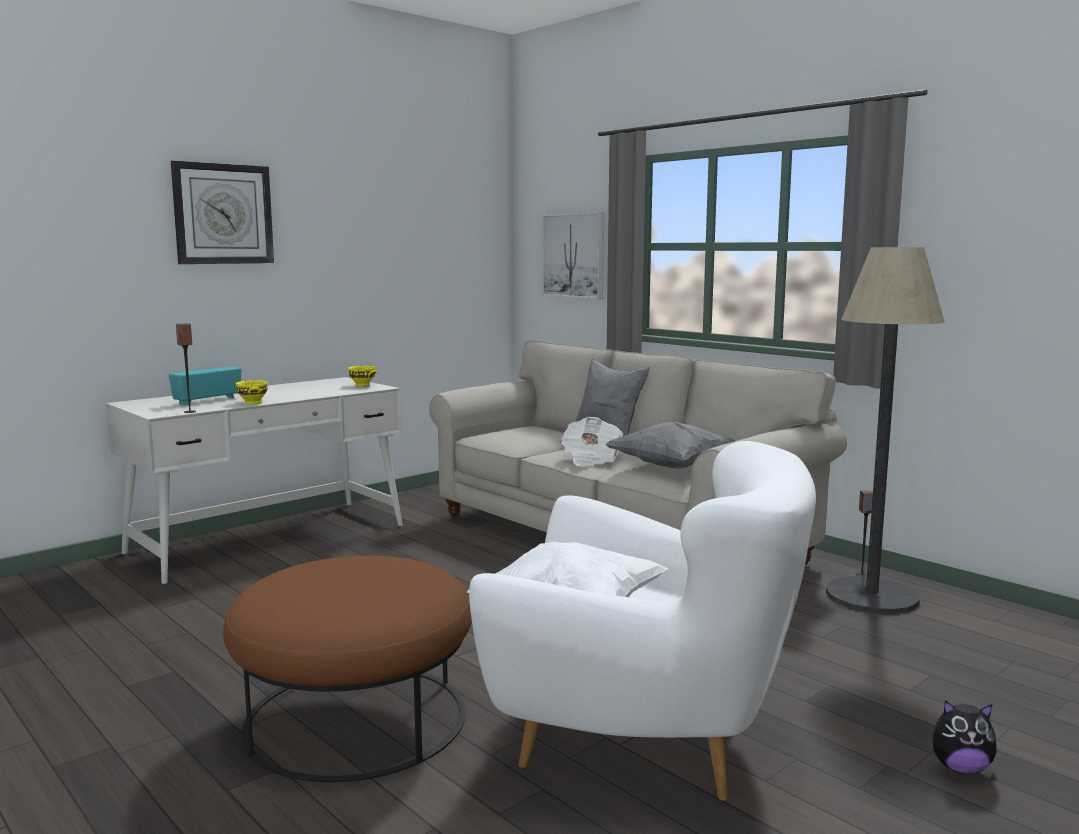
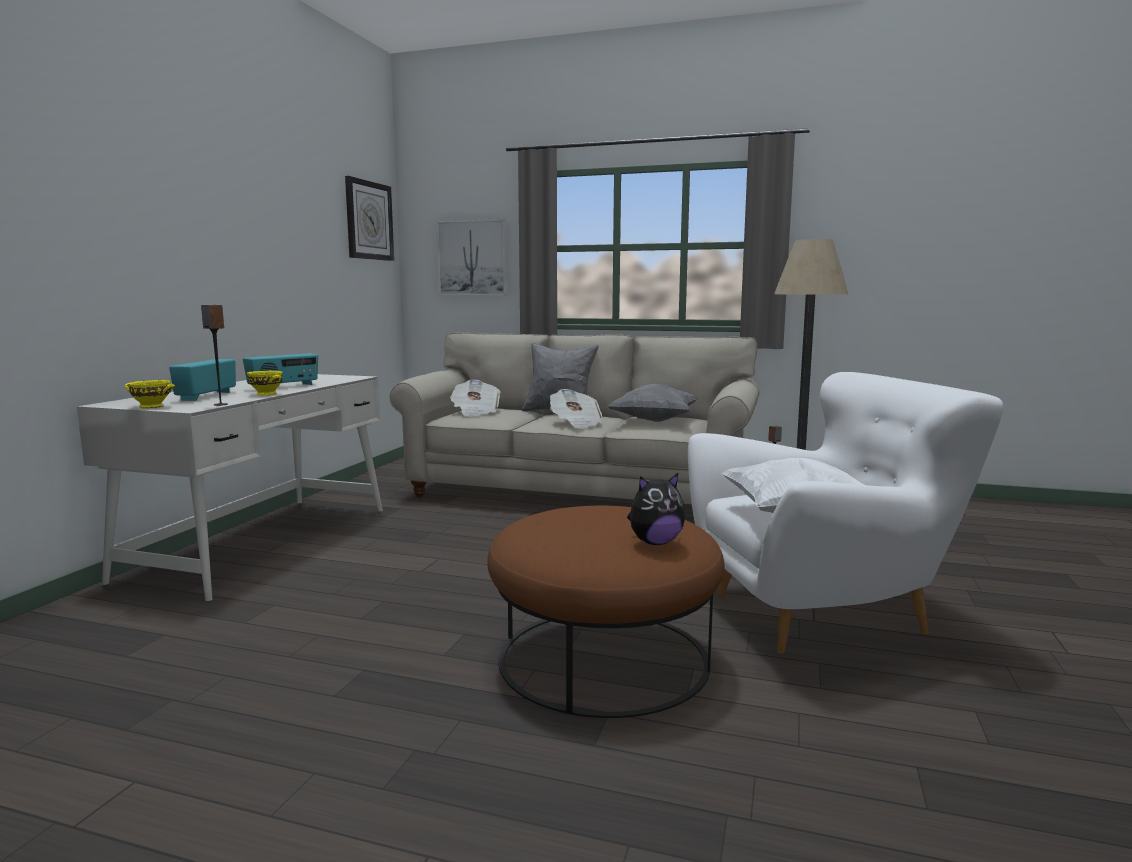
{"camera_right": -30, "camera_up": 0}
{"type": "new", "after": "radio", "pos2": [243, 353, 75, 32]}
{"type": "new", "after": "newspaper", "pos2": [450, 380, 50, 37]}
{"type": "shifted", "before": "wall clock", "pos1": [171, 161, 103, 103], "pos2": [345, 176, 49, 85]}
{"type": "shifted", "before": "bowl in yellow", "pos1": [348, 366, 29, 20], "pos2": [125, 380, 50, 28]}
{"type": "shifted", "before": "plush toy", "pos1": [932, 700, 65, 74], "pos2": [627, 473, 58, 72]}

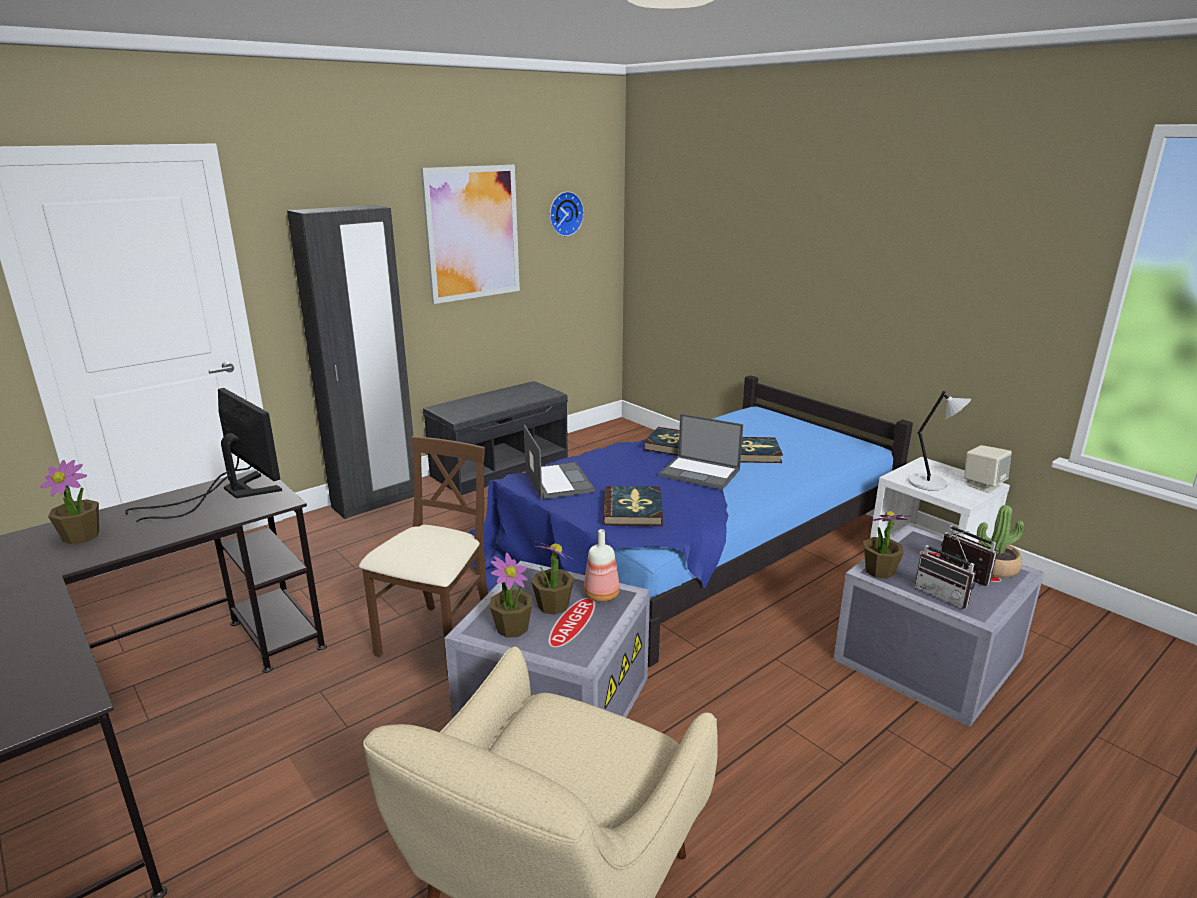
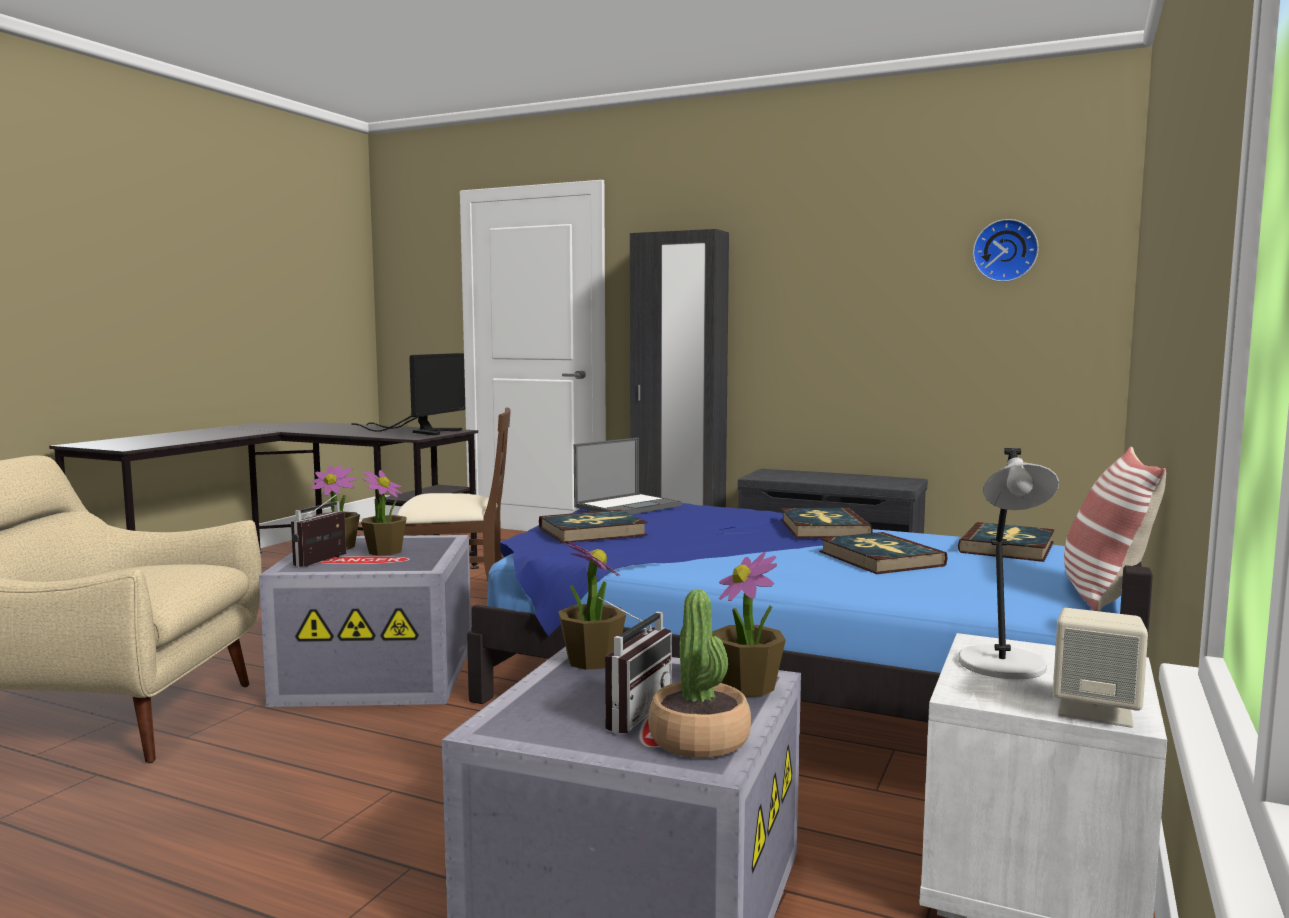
{"camera_right": 65, "camera_up": -15}
{"type": "gone", "before": "picture", "pos1": [421, 165, 99, 139]}
{"type": "gone", "before": "bottle", "pos1": [584, 529, 36, 73]}
{"type": "gone", "before": "laptop", "pos1": [659, 413, 84, 77]}
{"type": "new", "after": "book", "pos2": [958, 522, 97, 40]}
{"type": "new", "after": "pillow", "pos2": [1064, 447, 102, 164]}
{"type": "shifted", "before": "potted plant", "pos1": [40, 460, 59, 85], "pos2": [712, 552, 74, 145]}
{"type": "shifted", "before": "radio", "pos1": [915, 534, 61, 75], "pos2": [291, 492, 55, 75]}

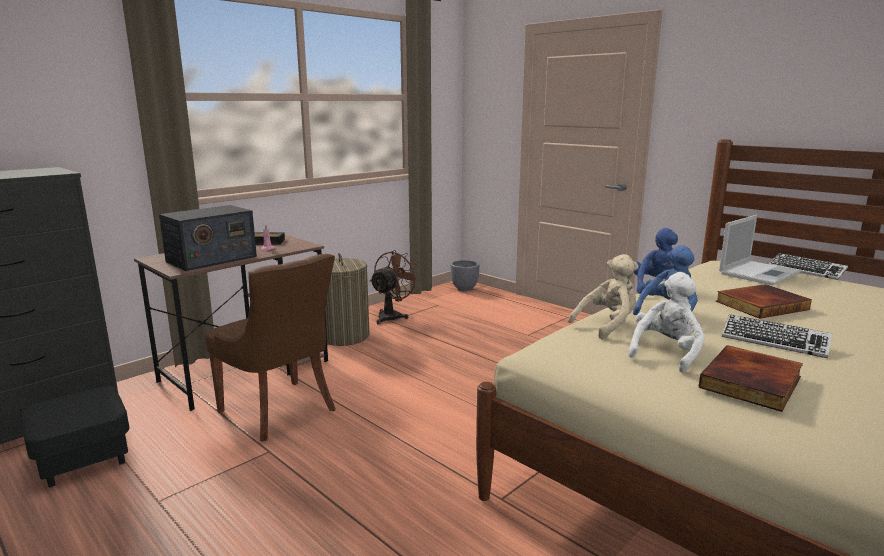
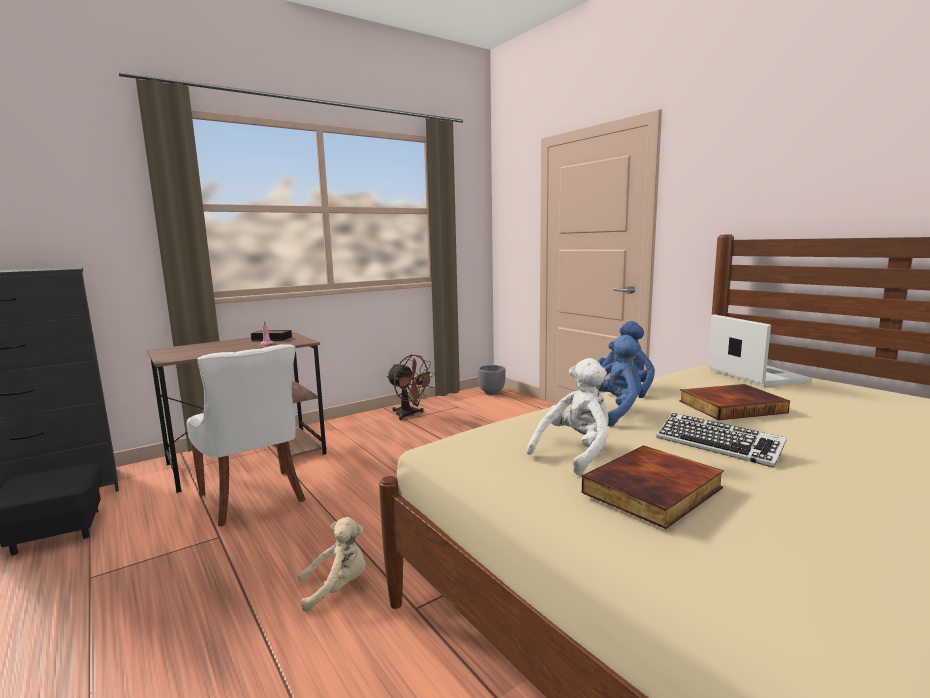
{"camera_right": 10, "camera_up": -5}
{"type": "gone", "before": "radio", "pos1": [159, 205, 98, 66]}
{"type": "gone", "before": "laundry basket", "pos1": [325, 253, 45, 93]}
{"type": "gone", "before": "keyboard", "pos1": [769, 253, 79, 27]}
{"type": "shifted", "before": "plush toy in beige", "pos1": [568, 254, 71, 85], "pos2": [298, 517, 68, 95]}
{"type": "repainted", "before": "chair in brown", "after": "chair in white", "pos1": [205, 254, 131, 187], "pos2": [186, 344, 119, 182]}
{"type": "rotated", "before": "fan in brown", "pos1": [370, 250, 50, 75], "pos2": [386, 355, 49, 65], "turn": 90}
{"type": "rotated", "before": "laptop", "pos1": [719, 215, 82, 70], "pos2": [707, 314, 105, 73], "turn": -75}

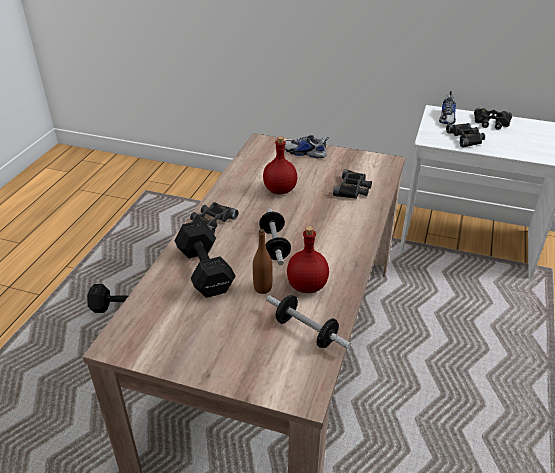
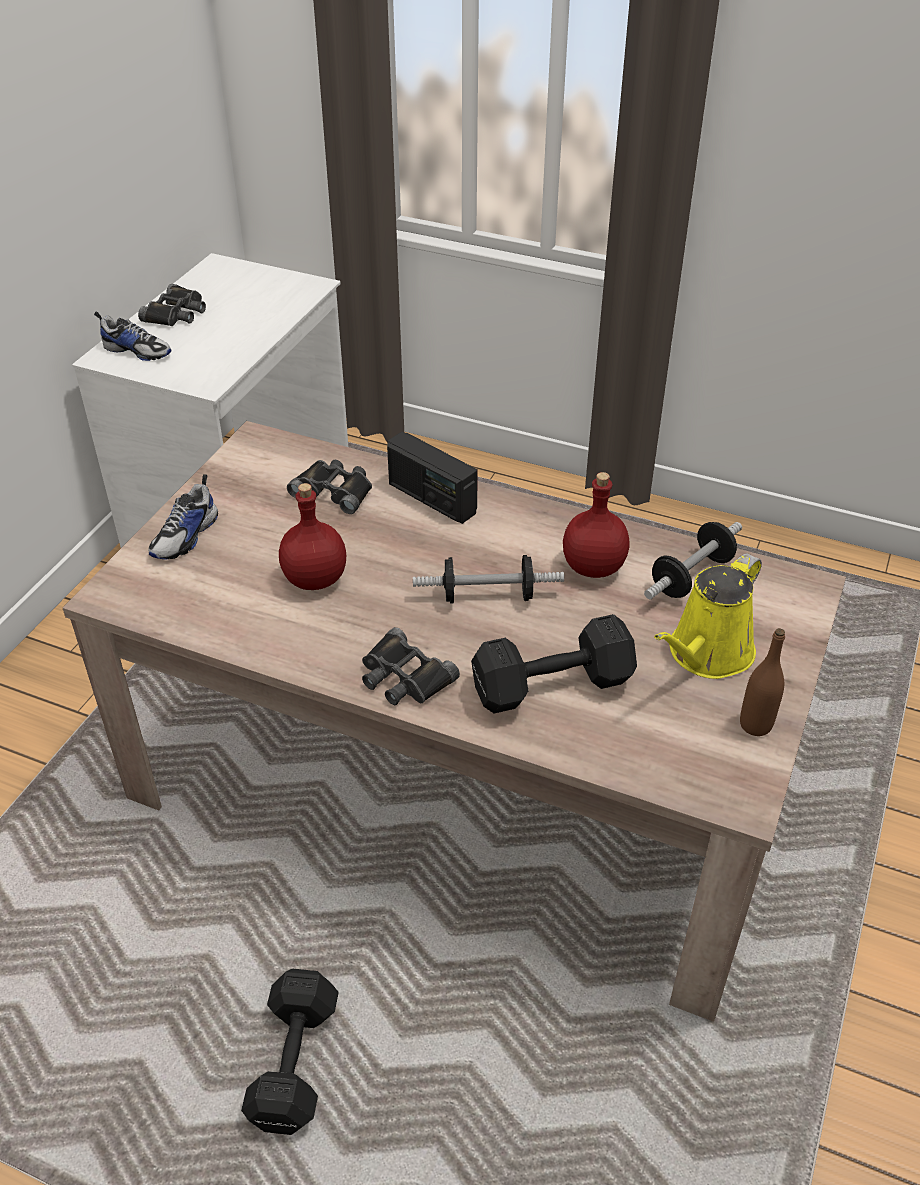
{"camera_right": -85, "camera_up": 5}
{"type": "gone", "before": "binoculars in black", "pos1": [446, 123, 39, 25]}
{"type": "new", "after": "radio", "pos2": [387, 432, 91, 92]}
{"type": "new", "after": "watering can in yellow", "pos2": [654, 553, 108, 126]}
{"type": "shifted", "before": "bottle in brown", "pos1": [253, 229, 19, 65], "pos2": [740, 628, 45, 108]}

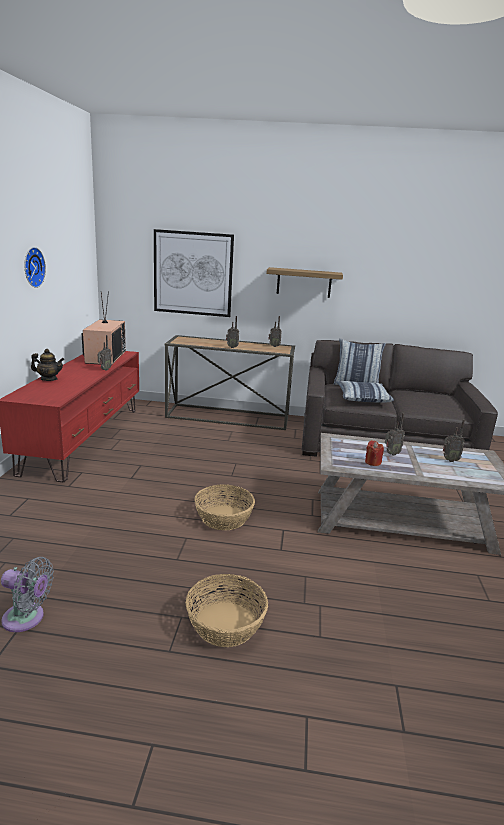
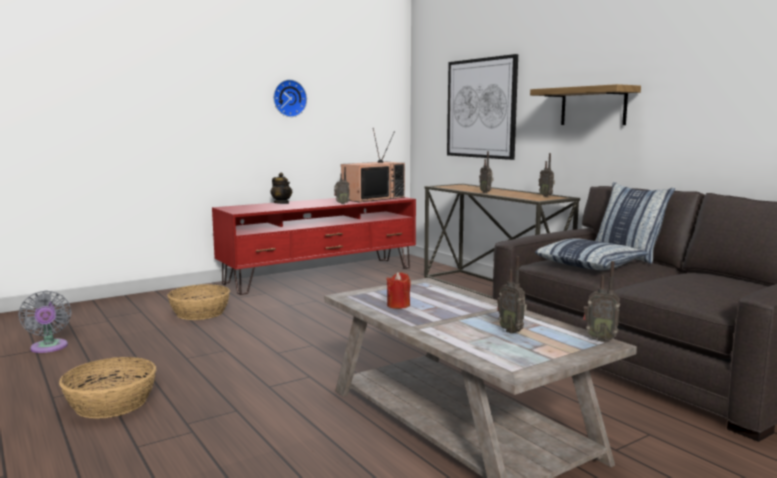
{"camera_right": 50, "camera_up": -10}
{"type": "shifted", "before": "basket", "pos1": [194, 485, 61, 45], "pos2": [167, 284, 63, 36]}
{"type": "shifted", "before": "radio", "pos1": [385, 413, 20, 43], "pos2": [583, 261, 37, 81]}

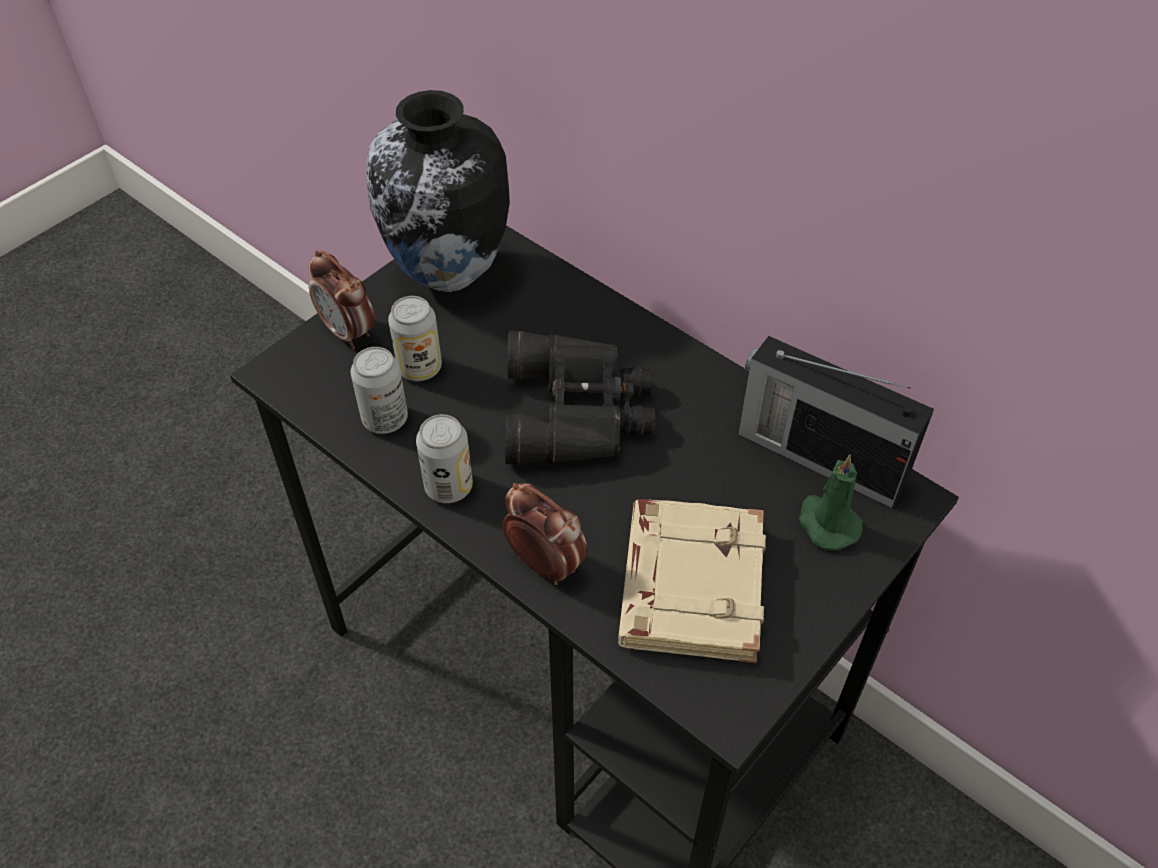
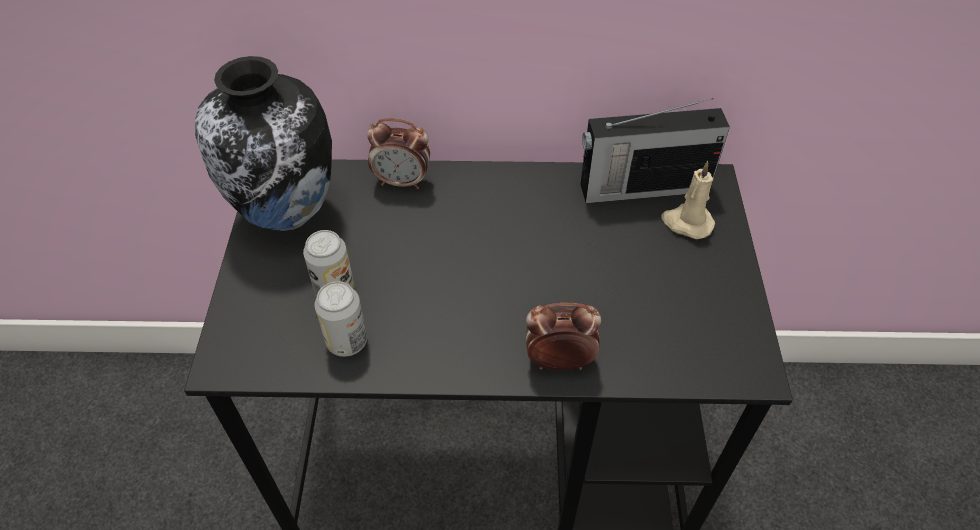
{"camera_right": -40, "camera_up": 0}
{"type": "gone", "before": "can", "pos1": [416, 414, 57, 89]}
{"type": "gone", "before": "binoculars in black", "pos1": [505, 331, 151, 134]}
{"type": "gone", "before": "book in beige", "pos1": [618, 499, 148, 164]}
{"type": "shifted", "before": "alarm clock", "pos1": [308, 250, 67, 99], "pos2": [367, 118, 63, 71]}
{"type": "repainted", "before": "candle in green", "after": "candle in beige", "pos1": [799, 455, 64, 96], "pos2": [661, 161, 54, 78]}

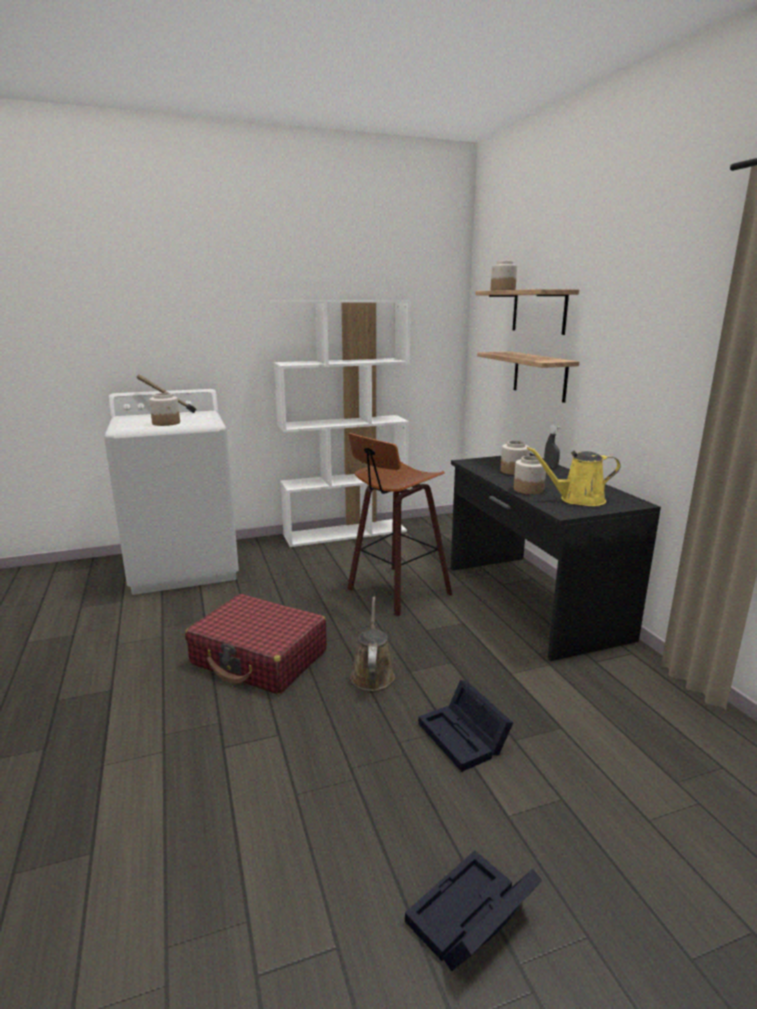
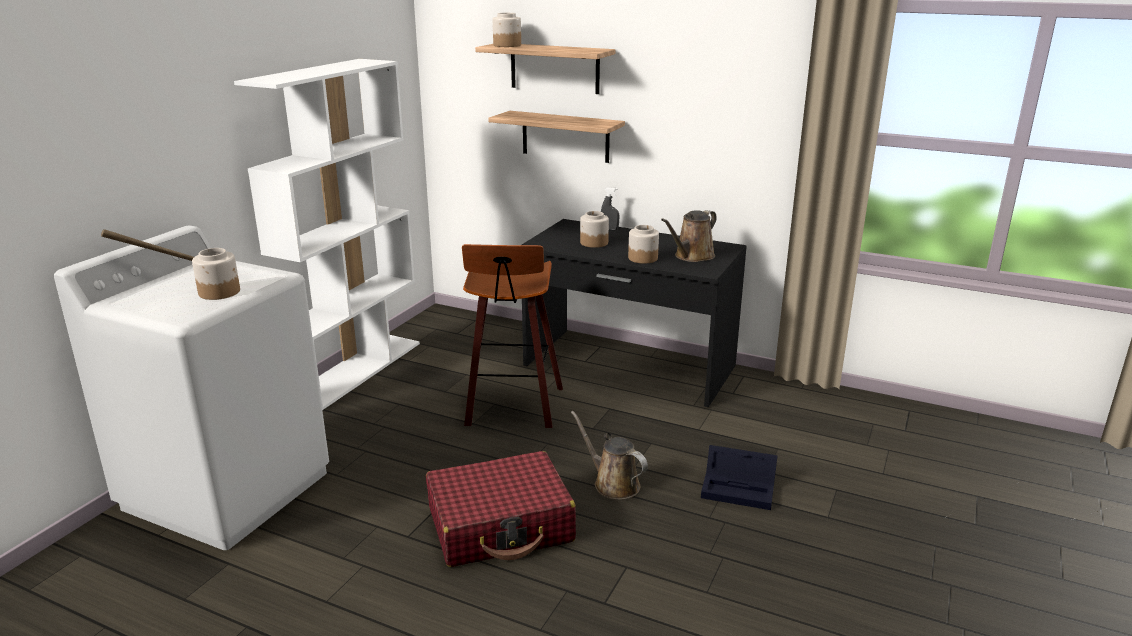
{"camera_right": -45, "camera_up": 5}
{"type": "gone", "before": "storage box in black", "pos1": [405, 850, 137, 121]}
{"type": "repainted", "before": "watering can in yellow", "after": "watering can in brown", "pos1": [527, 447, 94, 59], "pos2": [661, 210, 56, 52]}

